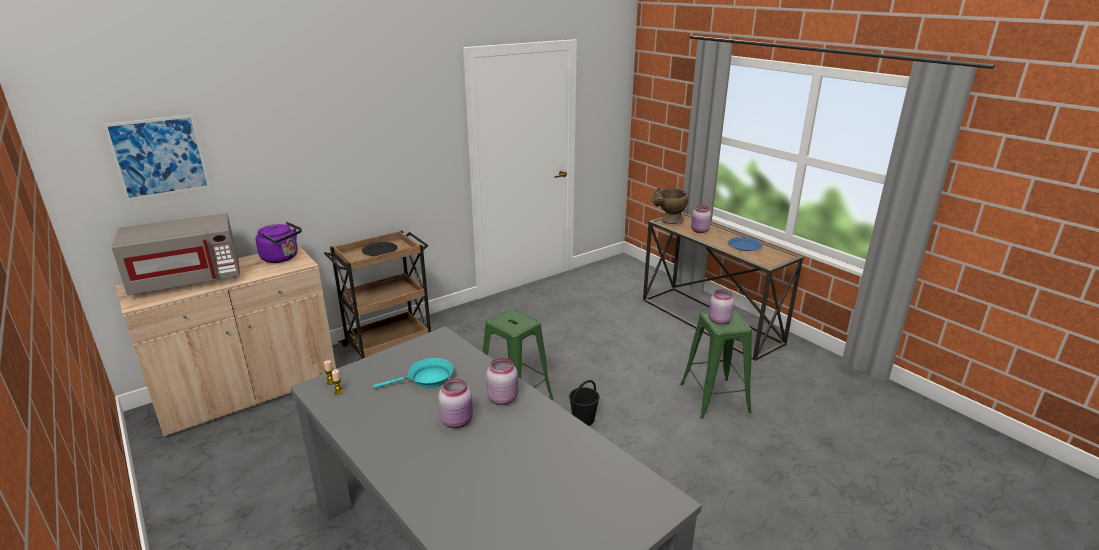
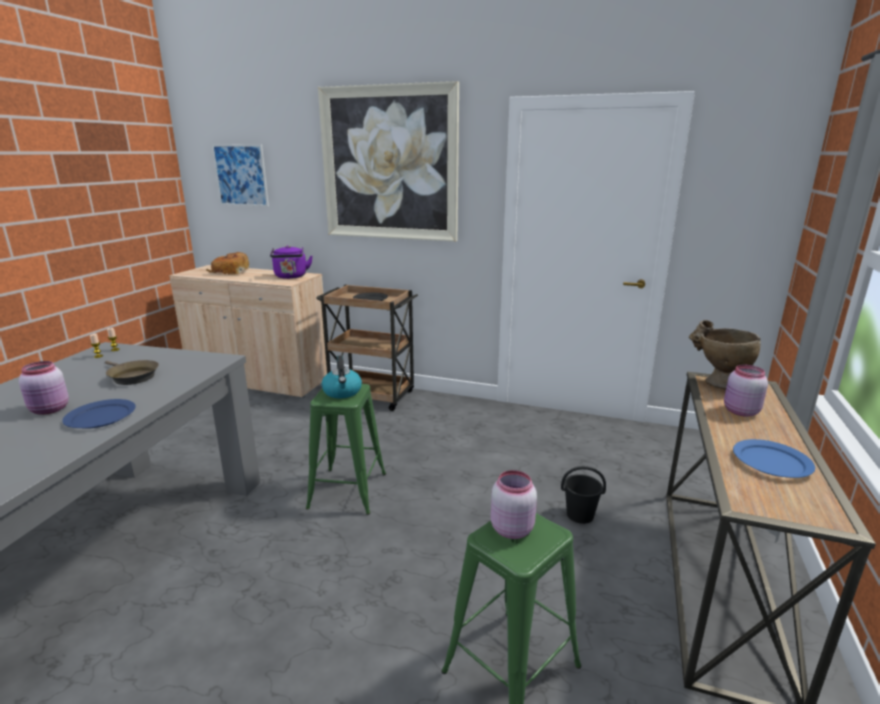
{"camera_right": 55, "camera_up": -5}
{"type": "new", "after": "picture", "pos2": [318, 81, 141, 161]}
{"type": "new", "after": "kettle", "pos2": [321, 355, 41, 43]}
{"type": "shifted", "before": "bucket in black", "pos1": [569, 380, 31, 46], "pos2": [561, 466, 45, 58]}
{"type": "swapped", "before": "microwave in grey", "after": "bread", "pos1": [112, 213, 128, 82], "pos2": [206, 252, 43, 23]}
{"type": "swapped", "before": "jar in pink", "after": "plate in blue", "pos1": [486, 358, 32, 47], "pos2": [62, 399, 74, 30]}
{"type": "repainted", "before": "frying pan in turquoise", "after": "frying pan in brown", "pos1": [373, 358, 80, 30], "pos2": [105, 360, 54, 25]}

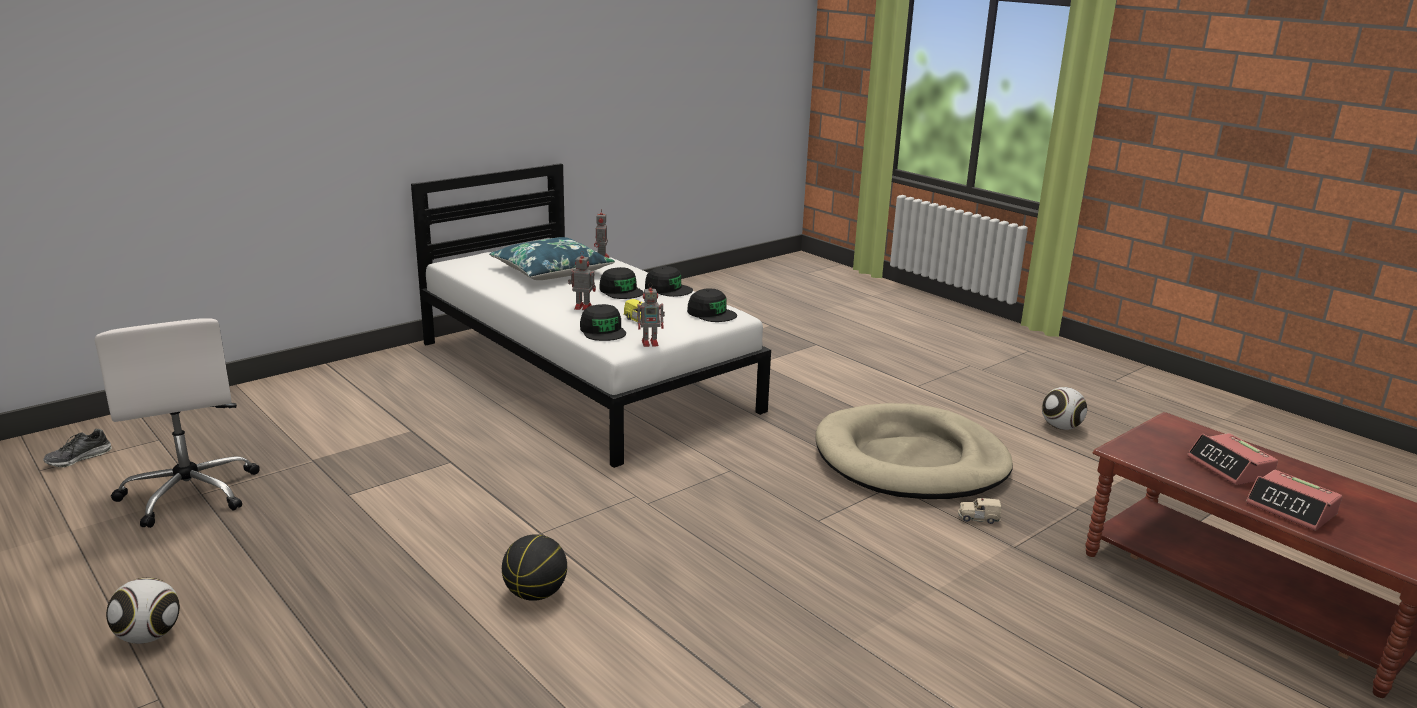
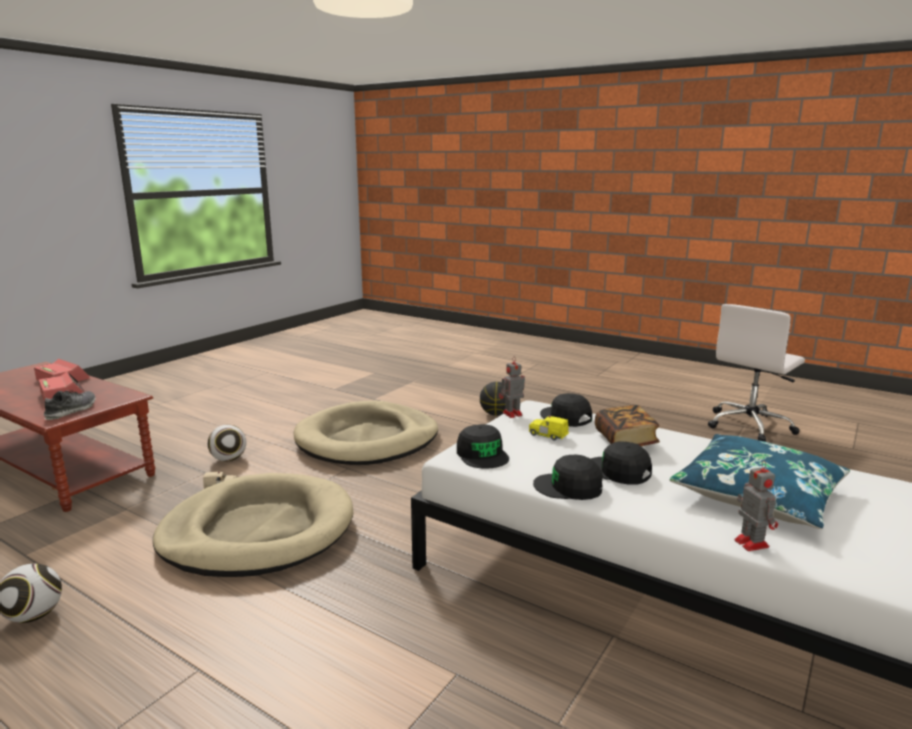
{"camera_right": 165, "camera_up": -5}
{"type": "new", "after": "dog bed in beige", "pos2": [293, 401, 145, 64]}
{"type": "shifted", "before": "shoe", "pos1": [43, 429, 69, 38], "pos2": [43, 391, 52, 29]}
{"type": "shifted", "before": "football", "pos1": [106, 578, 74, 66], "pos2": [208, 425, 38, 37]}
{"type": "swapped", "before": "toy robot", "after": "book", "pos1": [568, 251, 28, 59], "pos2": [595, 405, 65, 41]}
{"type": "rotated", "before": "office chair in white", "pos1": [95, 318, 165, 210], "pos2": [708, 304, 97, 138], "turn": -90}
{"type": "rotated", "before": "cap in black", "pos1": [687, 288, 50, 34], "pos2": [457, 424, 52, 44], "turn": -135}

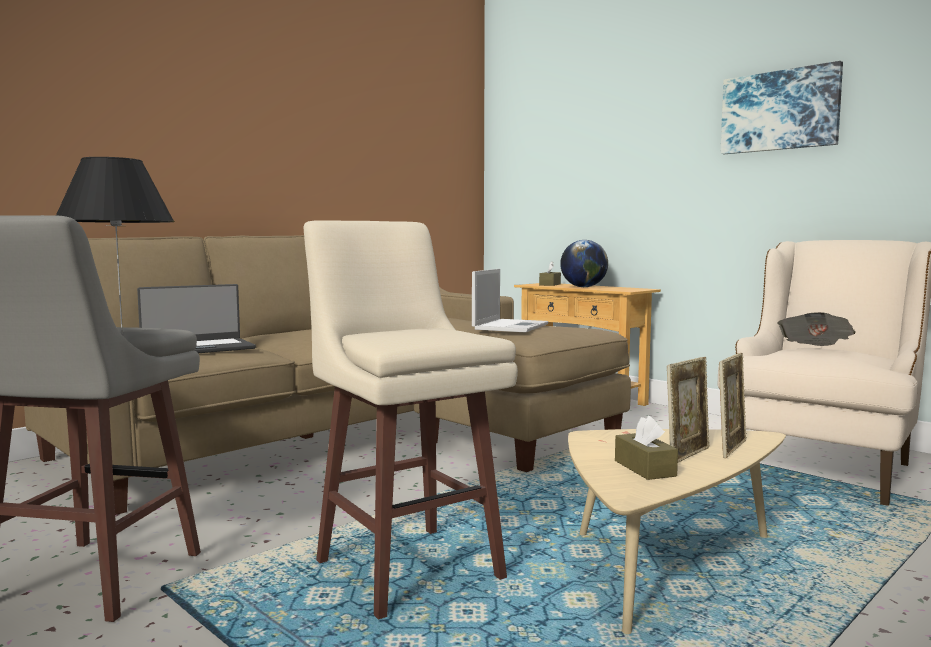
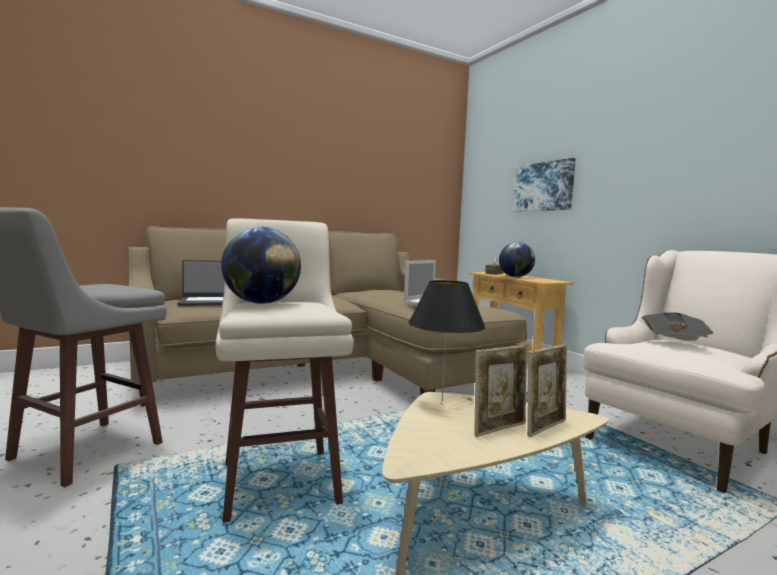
{"camera_right": 15, "camera_up": 0}
{"type": "gone", "before": "tissue box in brown", "pos1": [615, 416, 63, 64]}
{"type": "new", "after": "globe", "pos2": [221, 227, 80, 77]}
{"type": "shifted", "before": "table lamp in black", "pos1": [56, 157, 119, 178], "pos2": [408, 280, 78, 122]}
{"type": "shifted", "before": "picture", "pos1": [721, 61, 122, 93], "pos2": [513, 158, 63, 54]}

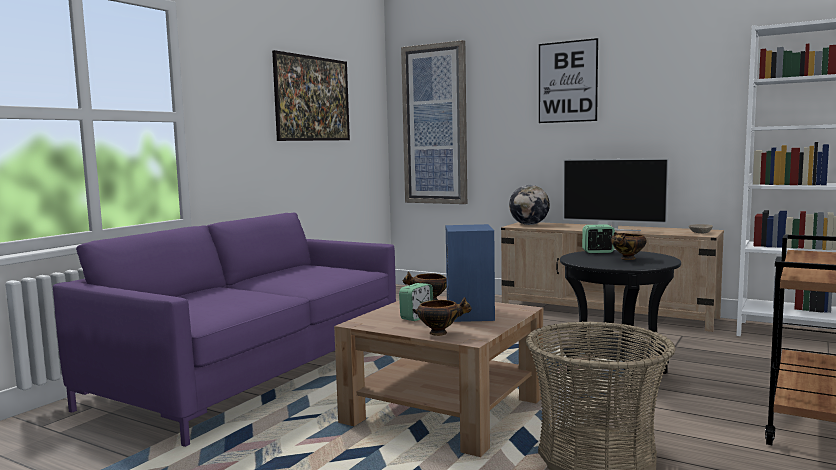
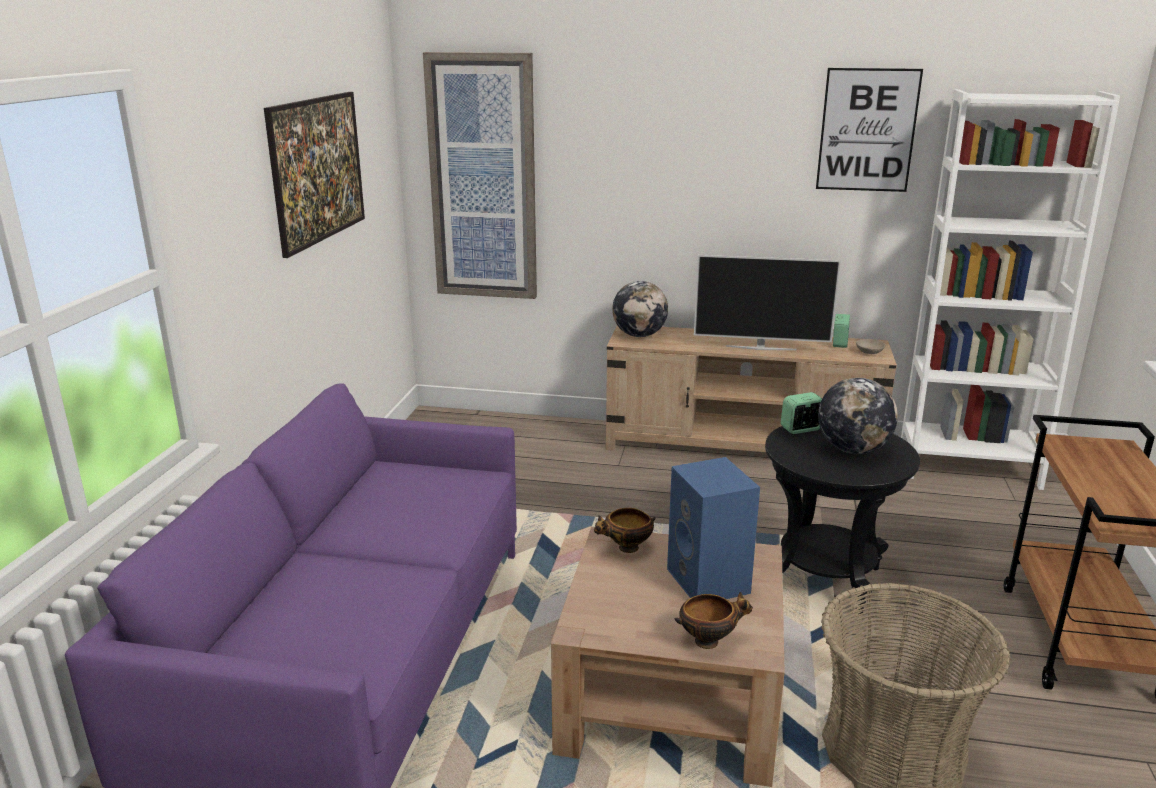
{"camera_right": -20, "camera_up": 15}
{"type": "shifted", "before": "alarm clock", "pos1": [399, 283, 34, 38], "pos2": [833, 314, 17, 34]}
{"type": "shifted", "before": "picture", "pos1": [539, 38, 59, 85], "pos2": [816, 68, 107, 124]}
{"type": "swapped", "before": "bowl", "after": "globe", "pos1": [611, 232, 36, 28], "pos2": [818, 378, 80, 76]}

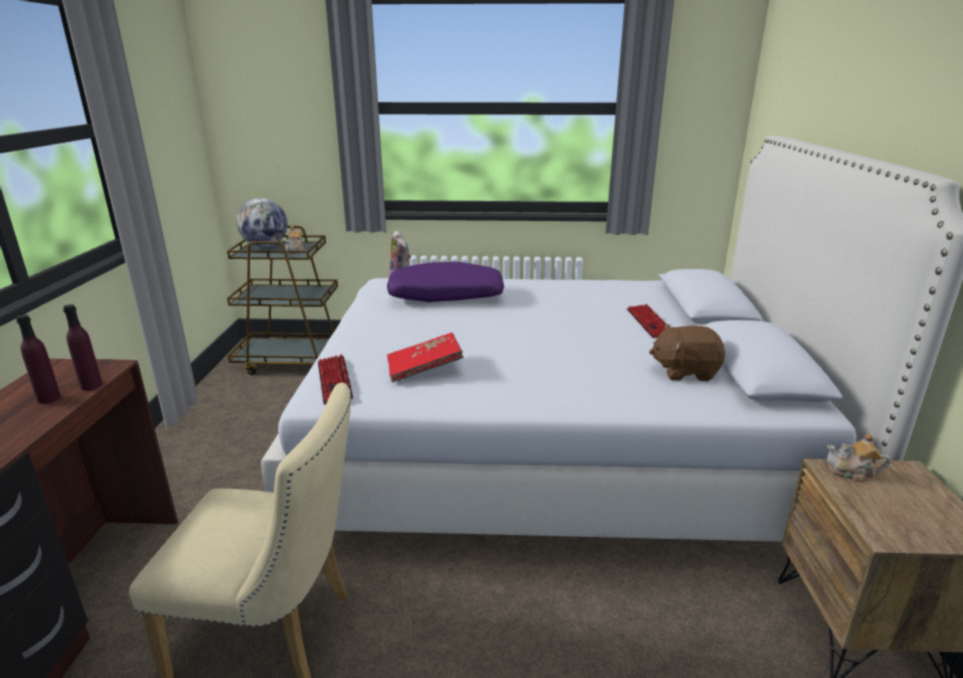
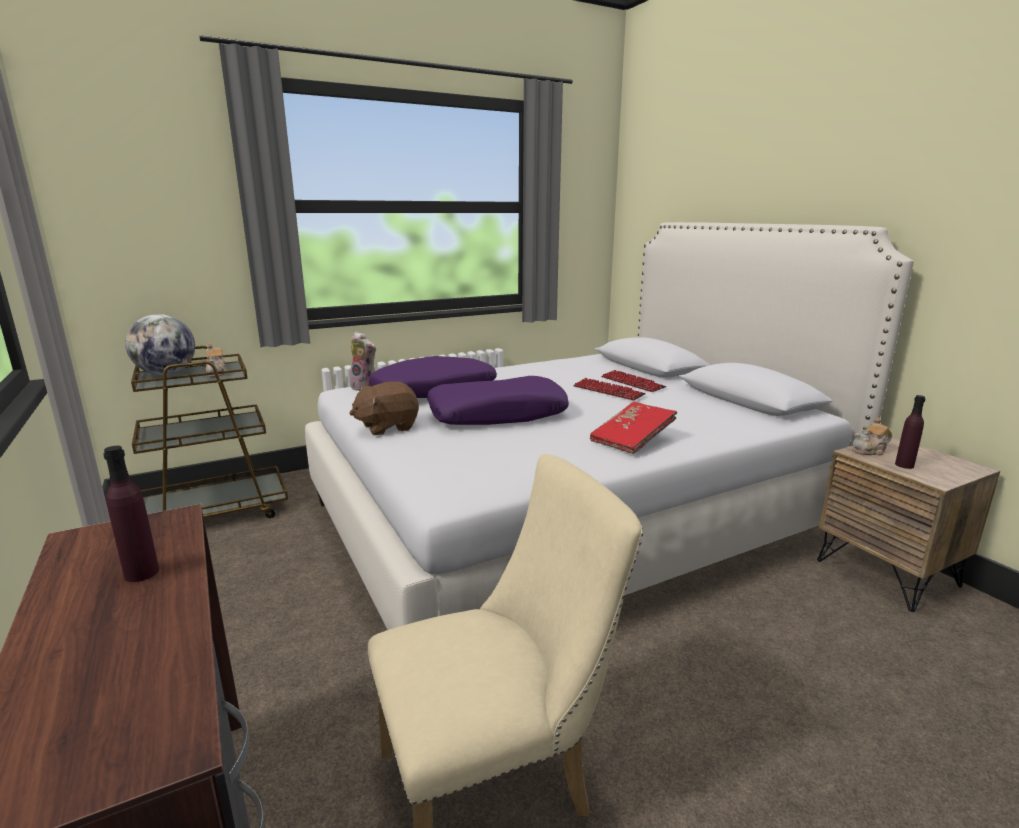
{"camera_right": -30, "camera_up": -5}
{"type": "new", "after": "pillow in purple", "pos2": [427, 376, 142, 49]}
{"type": "shifted", "before": "bottle in purple", "pos1": [63, 304, 40, 87], "pos2": [895, 395, 30, 74]}
{"type": "shifted", "before": "keyboard", "pos1": [318, 354, 35, 51], "pos2": [573, 378, 73, 22]}
{"type": "shifted", "before": "book in red", "pos1": [387, 333, 77, 50], "pos2": [590, 402, 87, 52]}
{"type": "shifted", "before": "plush toy in brown", "pos1": [649, 324, 76, 57], "pos2": [349, 382, 70, 53]}

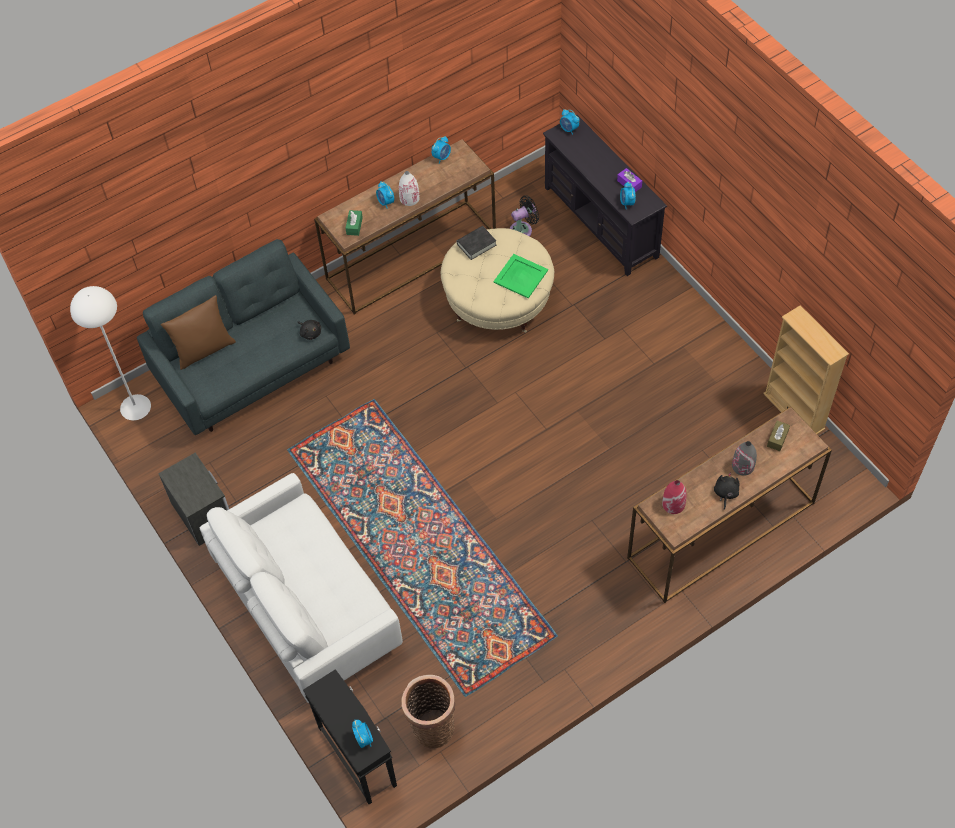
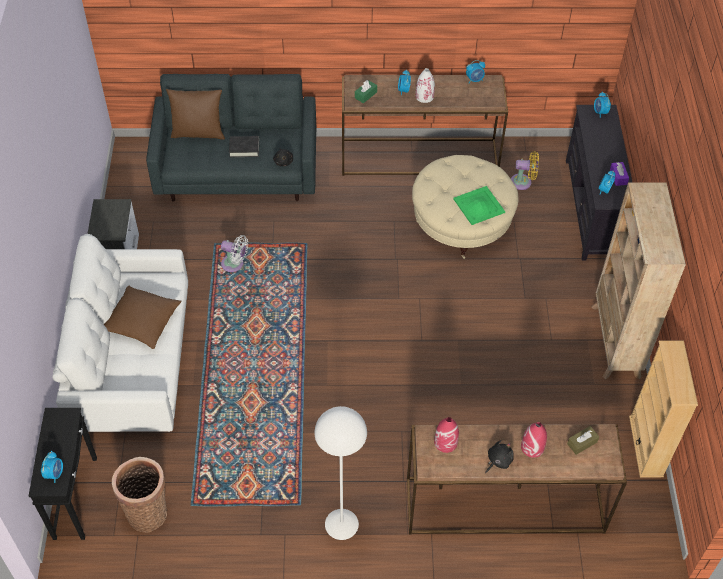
{"camera_right": 30, "camera_up": -5}
{"type": "new", "after": "pillow in brown", "pos2": [104, 286, 78, 63]}
{"type": "new", "after": "fan in white", "pos2": [221, 235, 27, 37]}
{"type": "new", "after": "bookcase in beige", "pos2": [591, 182, 95, 197]}
{"type": "shifted", "before": "floor lamp in white", "pos1": [70, 286, 81, 134], "pos2": [314, 406, 53, 134]}
{"type": "shifted", "before": "book in black", "pos1": [457, 226, 39, 34], "pos2": [229, 136, 30, 21]}
{"type": "repainted", "before": "fan in black", "after": "fan in yellow", "pos1": [510, 195, 29, 41], "pos2": [511, 151, 28, 39]}
{"type": "repainted", "before": "vase in grey", "after": "vase in red", "pos1": [732, 441, 25, 35], "pos2": [521, 422, 26, 36]}

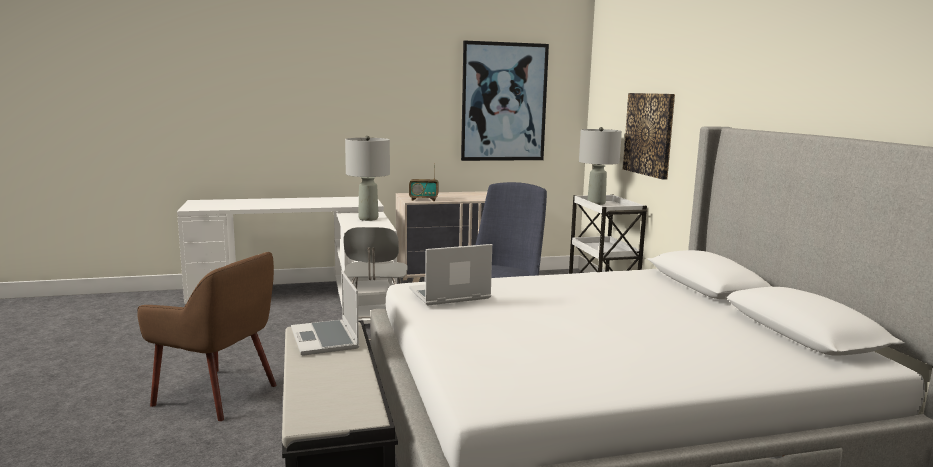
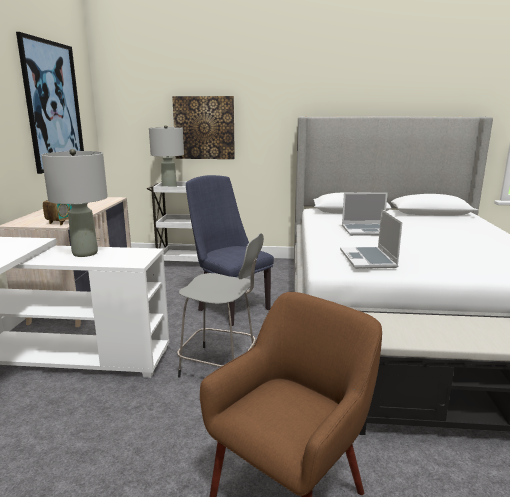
{"camera_right": -70, "camera_up": 5}
{"type": "shifted", "before": "laptop", "pos1": [291, 270, 68, 86], "pos2": [342, 192, 46, 44]}

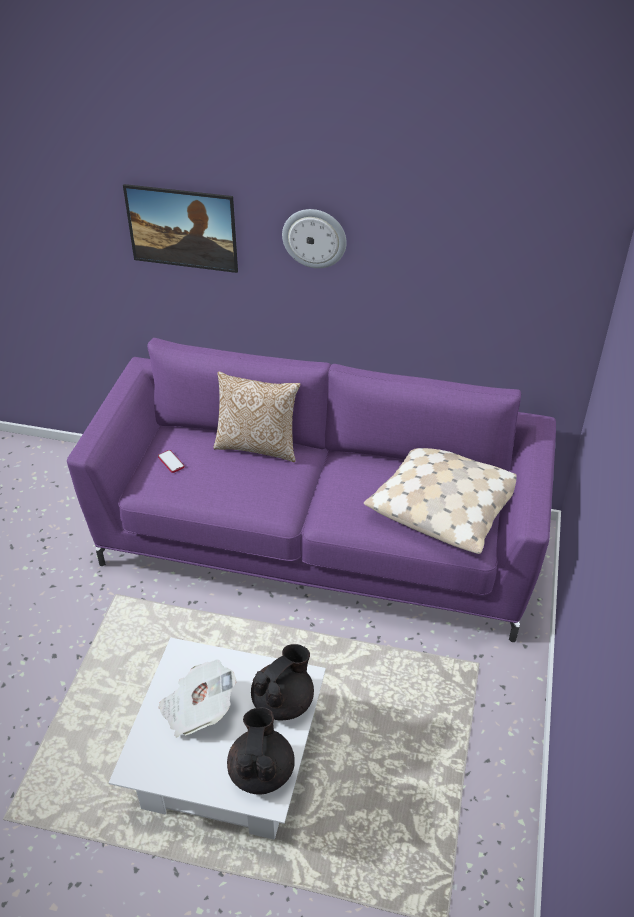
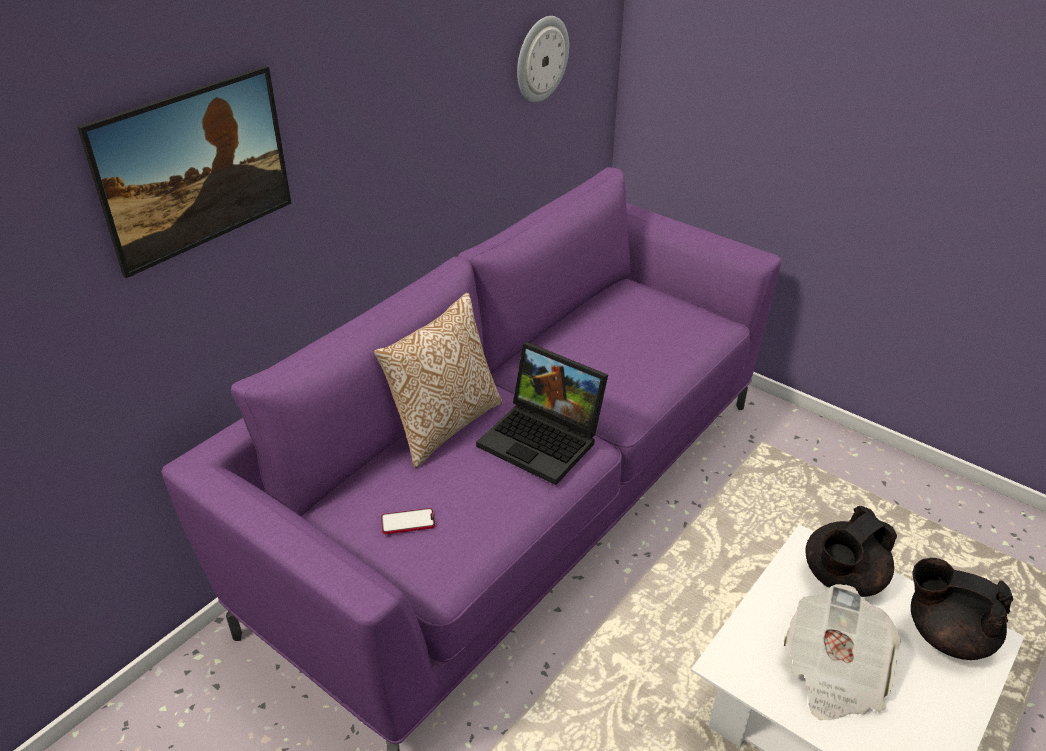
{"camera_right": -65, "camera_up": -5}
{"type": "gone", "before": "pillow in beige", "pos1": [364, 448, 153, 106]}
{"type": "new", "after": "laptop", "pos2": [476, 342, 132, 143]}
{"type": "shifted", "before": "wall clock", "pos1": [282, 209, 65, 59], "pos2": [517, 16, 52, 86]}
{"type": "rotated", "before": "teapot in black", "pos1": [251, 644, 63, 76], "pos2": [805, 506, 92, 91], "turn": -105}

